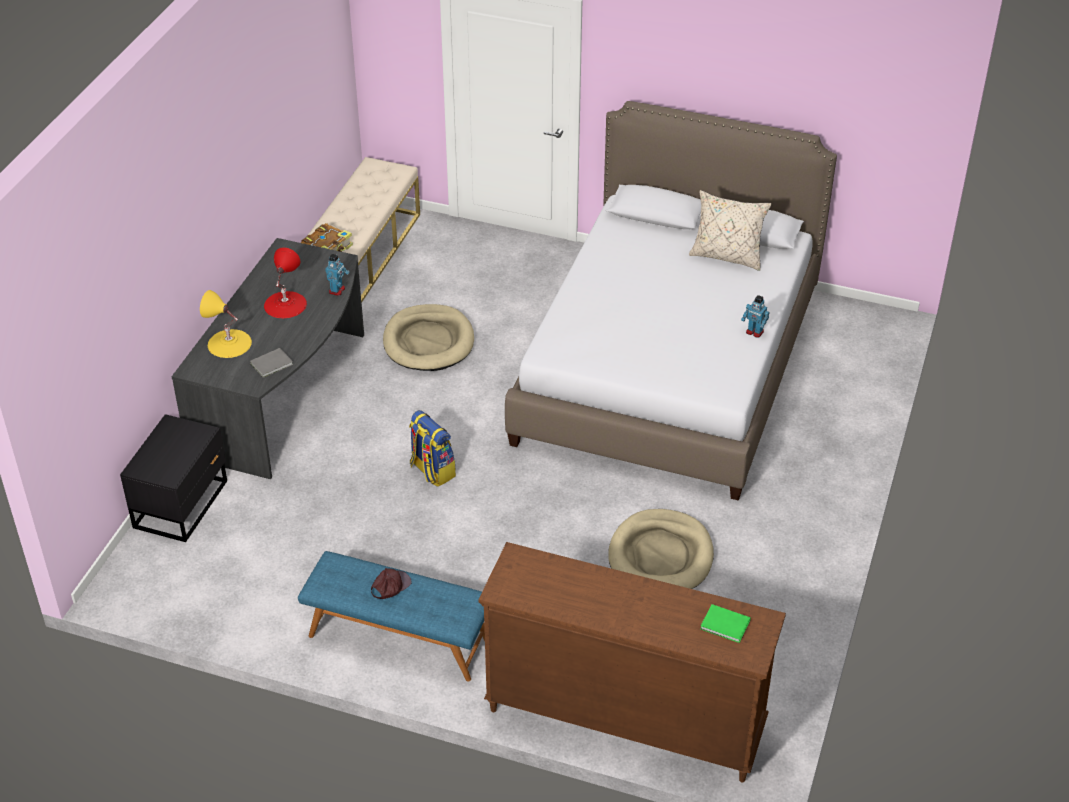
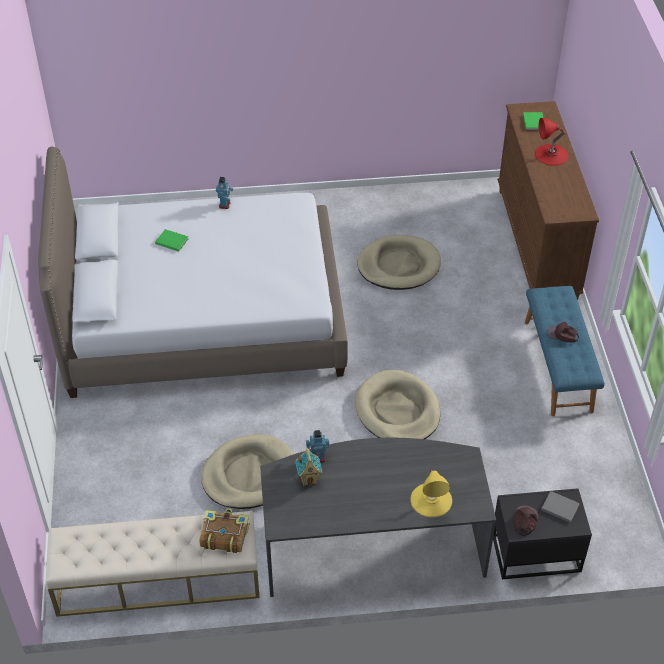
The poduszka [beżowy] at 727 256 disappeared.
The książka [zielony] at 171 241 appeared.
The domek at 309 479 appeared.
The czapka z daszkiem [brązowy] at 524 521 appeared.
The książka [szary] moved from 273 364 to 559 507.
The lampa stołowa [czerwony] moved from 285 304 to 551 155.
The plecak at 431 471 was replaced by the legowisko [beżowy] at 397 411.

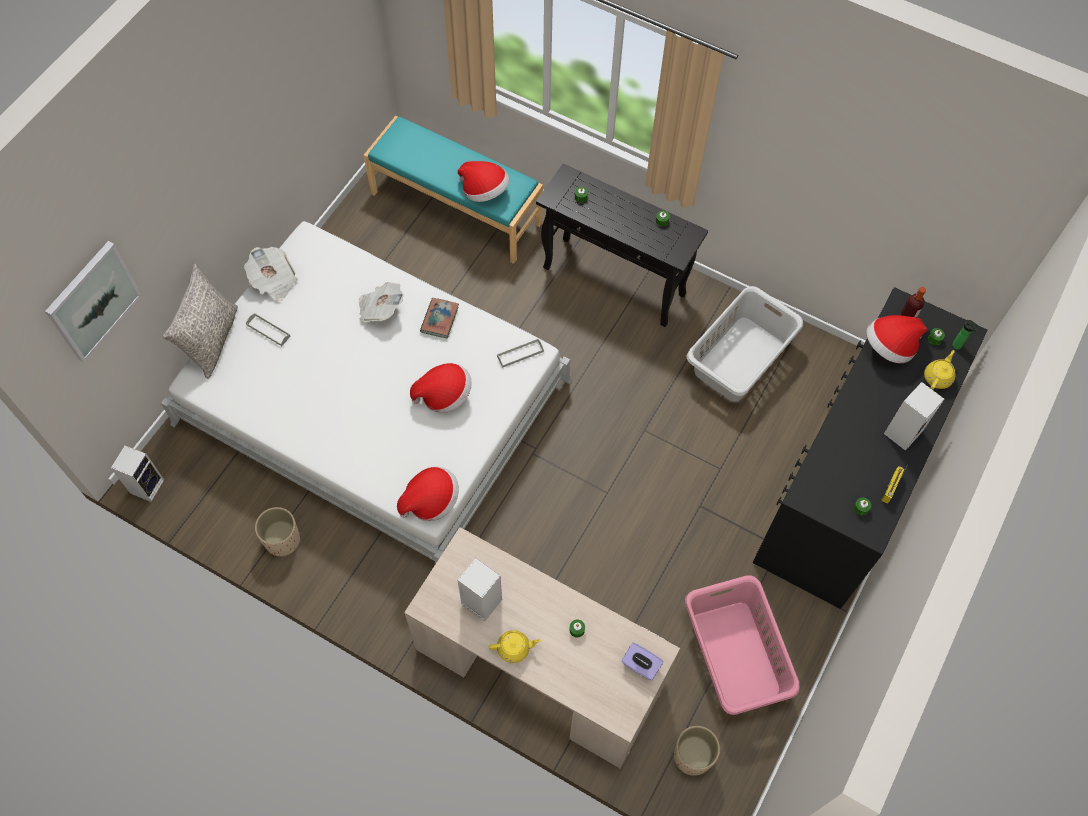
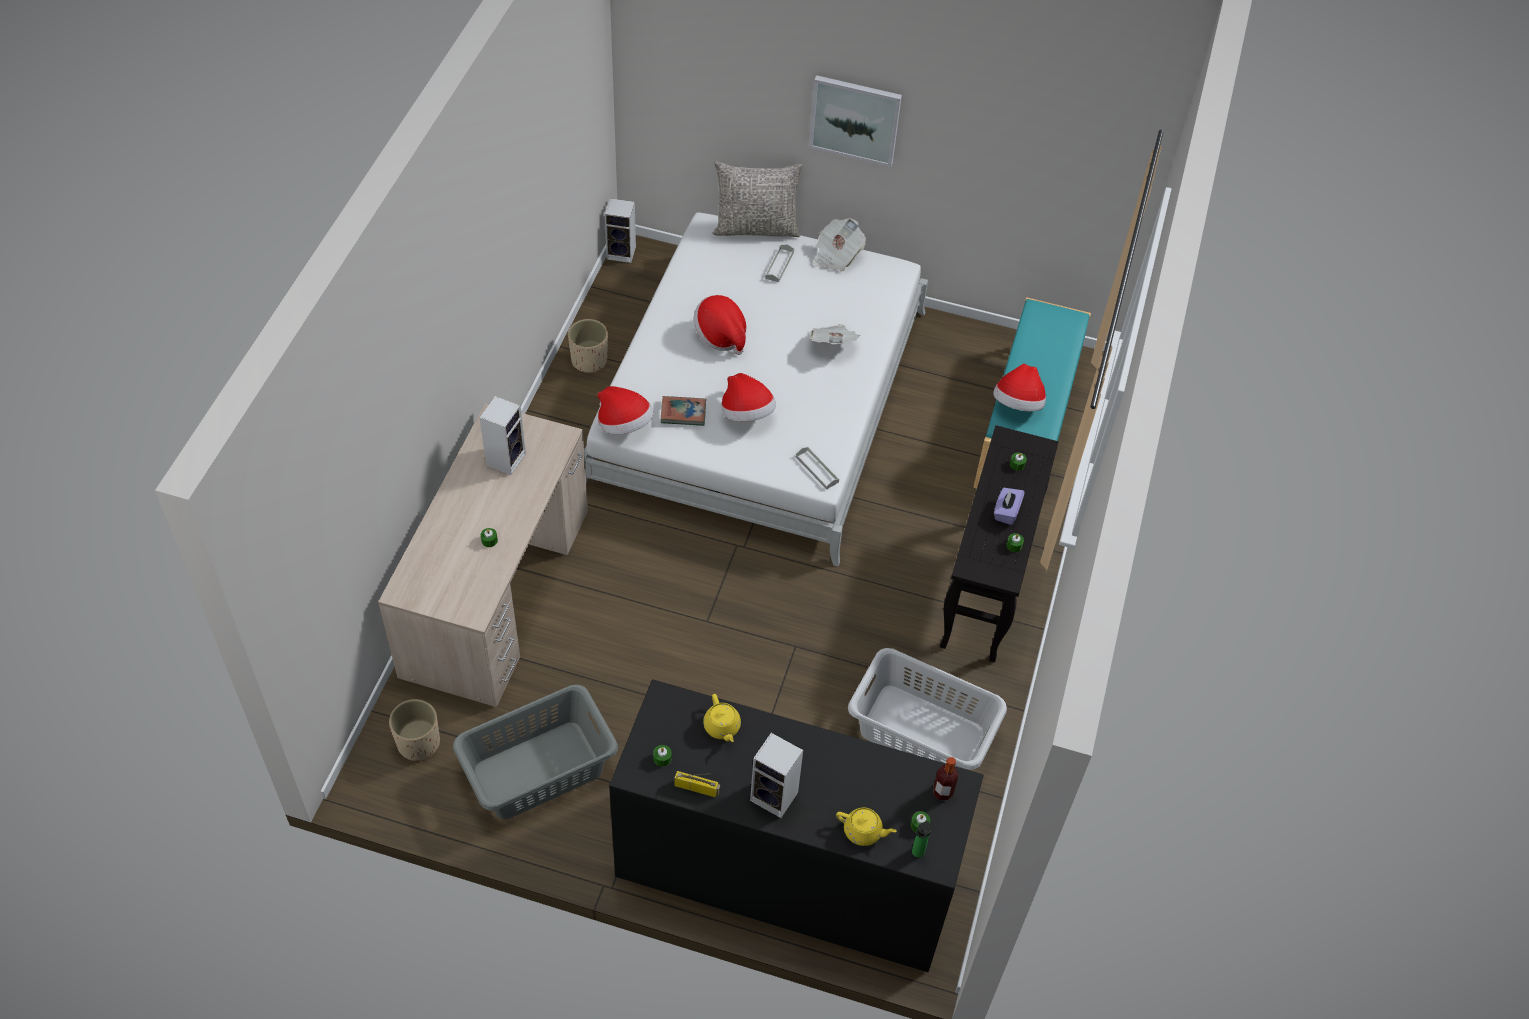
The obraz moved from 93 301 to 855 119.
The książka moved from 439 319 to 683 413.
The imbryk [żółty] moved from 514 648 to 722 727.
The pudełko chusteczek [fioletowy] moved from 640 665 to 1006 512.
The kapelusz moved from 889 347 to 721 335.
The kosz na pranie [różowy] at 734 656 became the kosz na pranie [szary] at 537 770.

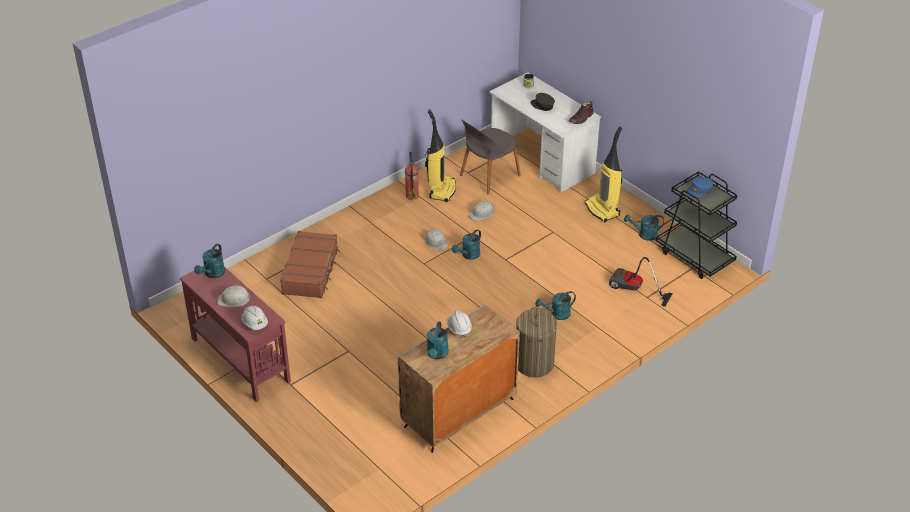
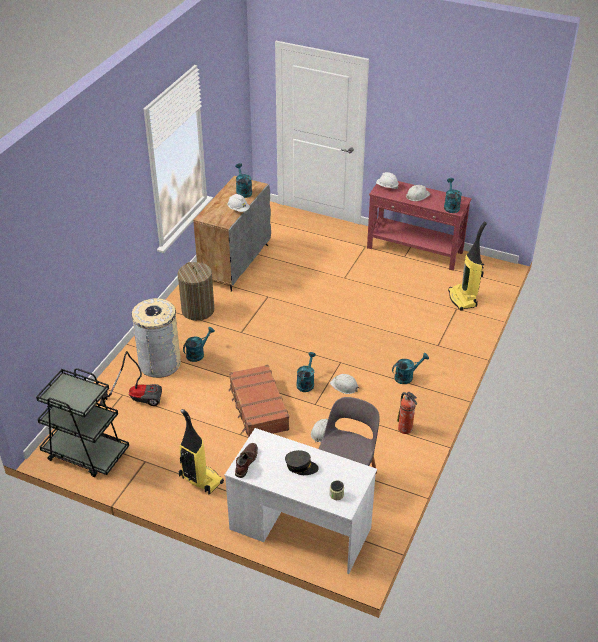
The czapka z daszkiem [niebieski] at 698 191 disappeared.
The kosz na śmieci [beżowy] at 160 363 appeared.
The walizka [brązowy] moved from 311 271 to 258 408.
The odkurzacz moved from 441 190 to 463 299.
The konewka [turkusowy] moved from 644 235 to 407 376.

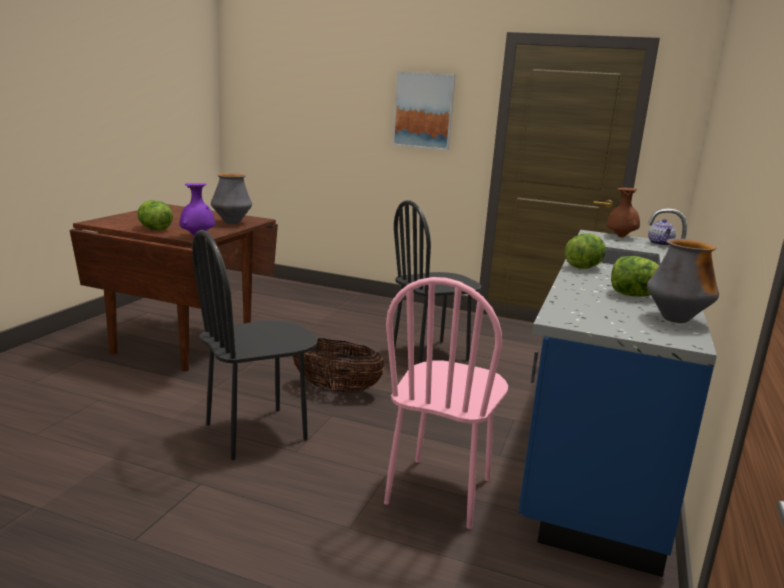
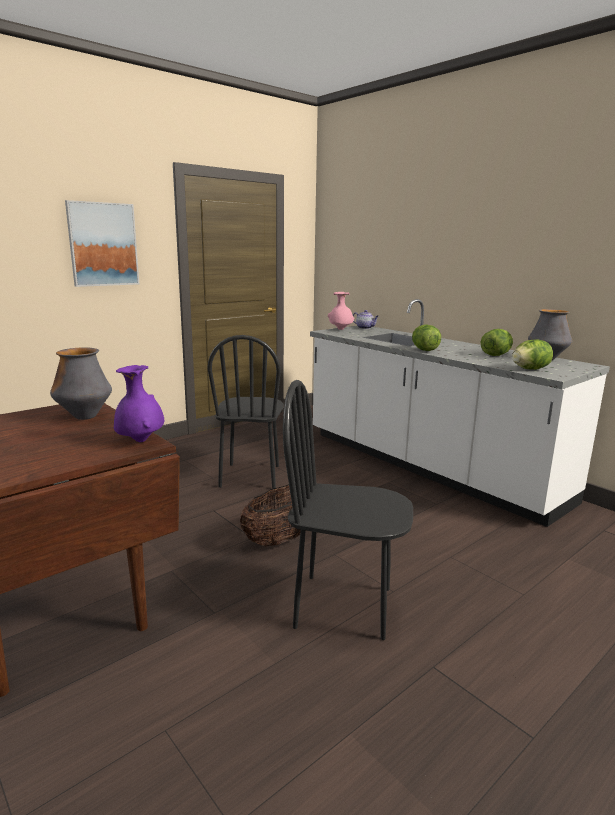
The krzesło [różowy] at 440 491 disappeared.
The sałata moved from 154 229 to 530 369.
The zabudowa kuchenna [niebieski] at 597 437 became the zabudowa kuchenna [biały] at 427 466.
The wazon [brązowy] at 620 237 became the wazon [różowy] at 340 329.
The krzesło [czarny] at 256 432 turned 105 degrees clockwise.

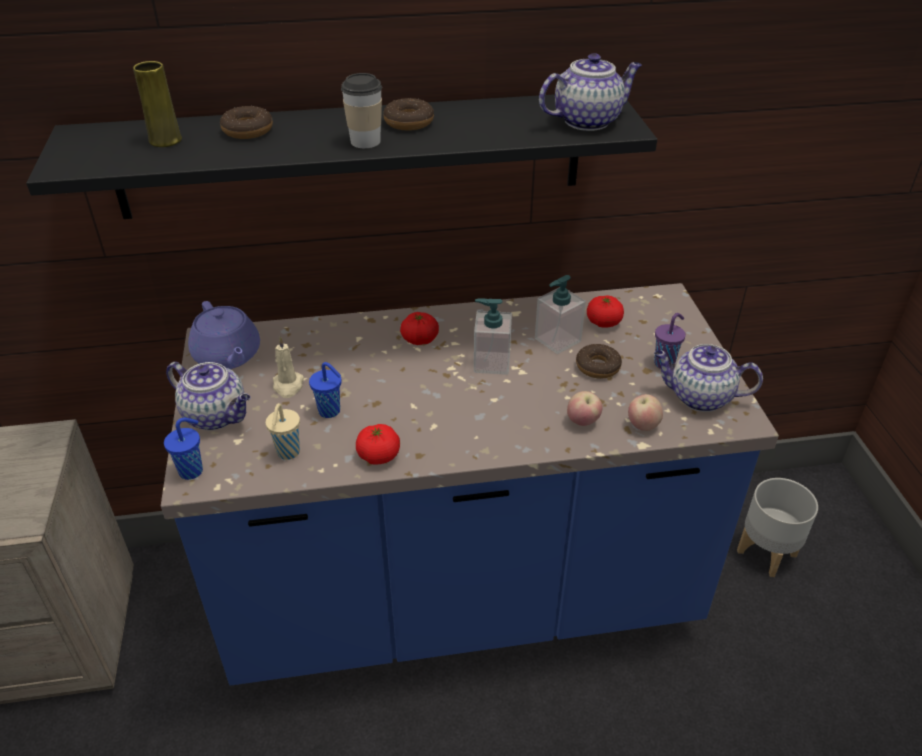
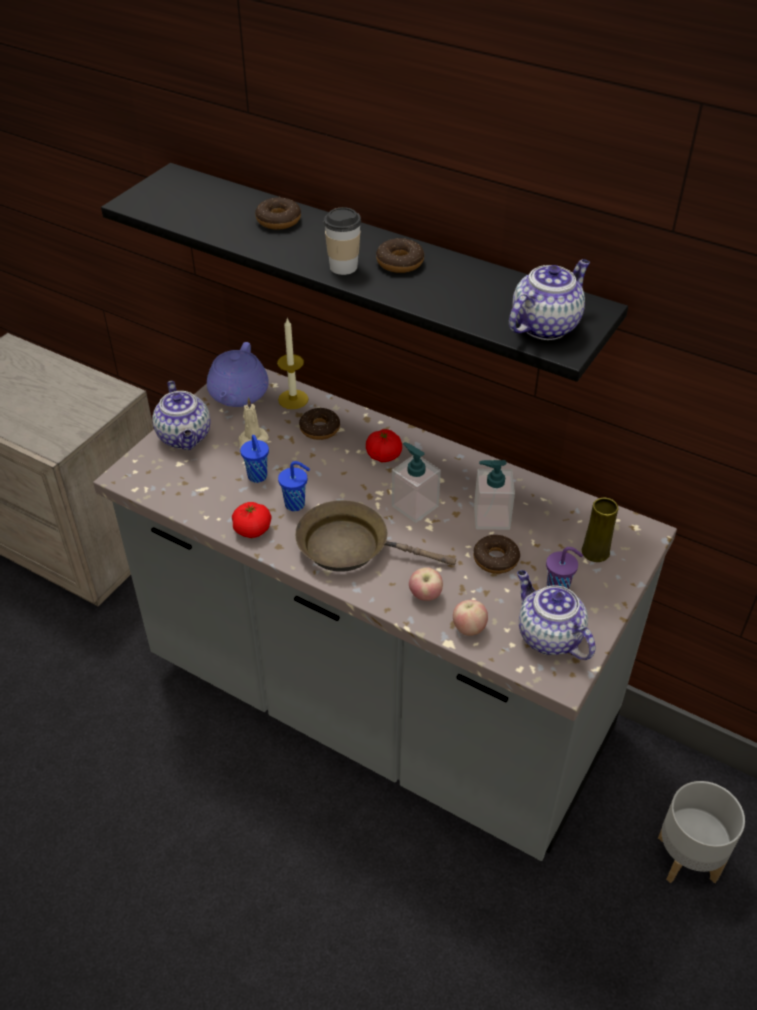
The filiżanka [beżowy] at 287 453 disappeared.
The pomidor at 603 322 disappeared.
The świeca at 293 399 appeared.
The patelnia [brązowy] at 351 547 appeared.
The donut at 320 429 appeared.
The wazon [żółty] moved from 165 140 to 595 552.
The filiżanka [niebieski] moved from 192 470 to 296 504.
The zabudowa kuchenna [niebieski] at 461 594 became the zabudowa kuchenna [szary] at 378 702.
The imbryk at 588 121 turned 60 degrees counterclockwise.

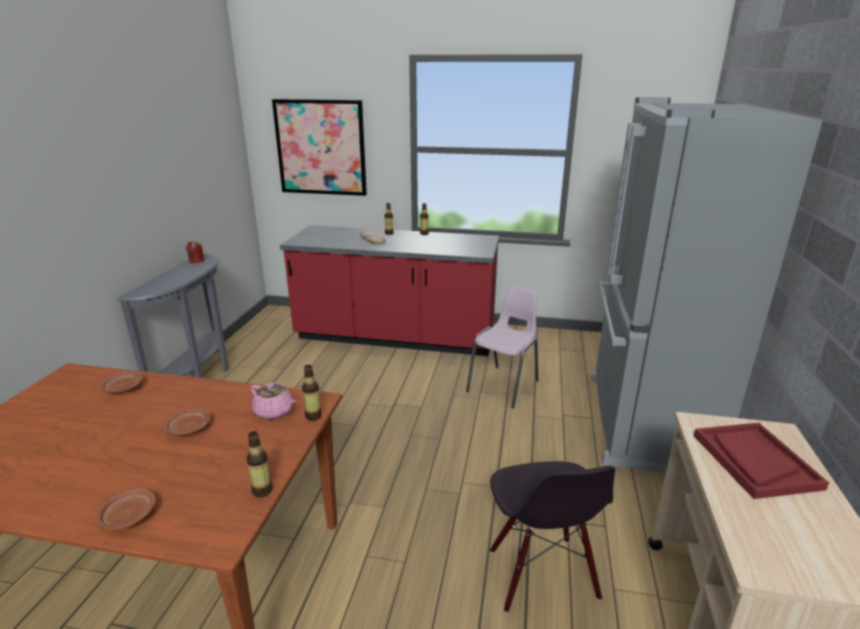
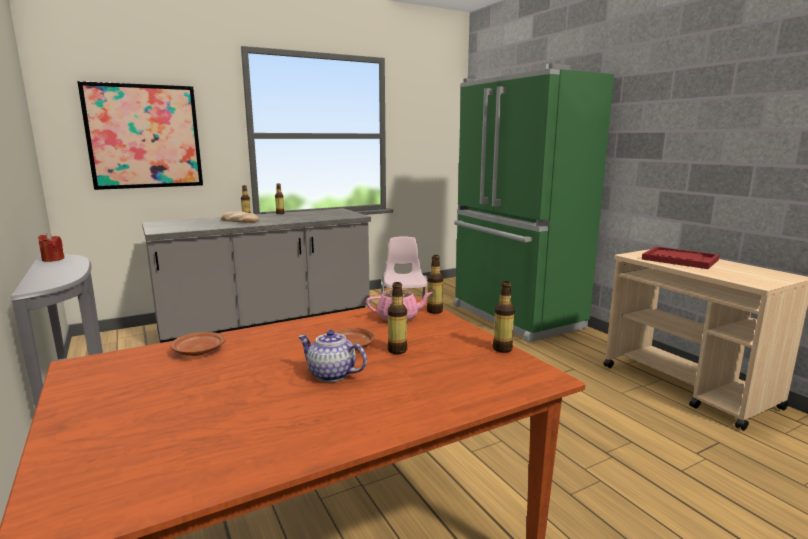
The talerz [brązowy] at 129 516 disappeared.
The krzesło [czarny] at 541 574 disappeared.
The imbryk at 331 374 appeared.
The butelka at 397 350 appeared.
The zabudowa kuchenna [czerwony] at 395 338 became the zabudowa kuchenna [szary] at 268 323.
The lodówka [szary] at 643 423 became the lodówka [zielony] at 515 317.

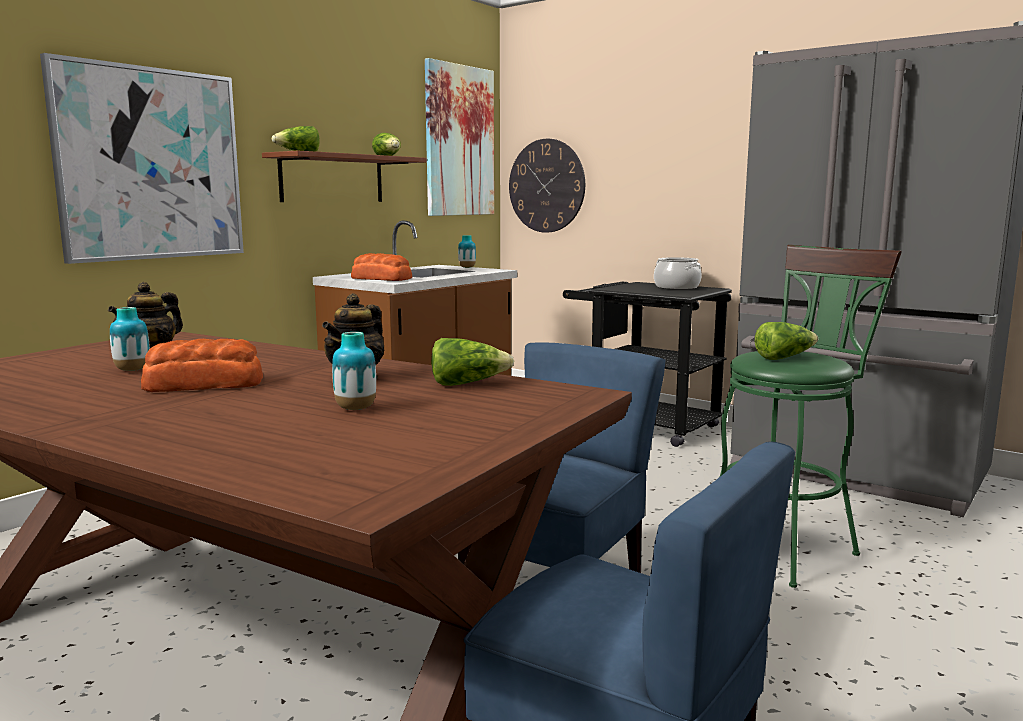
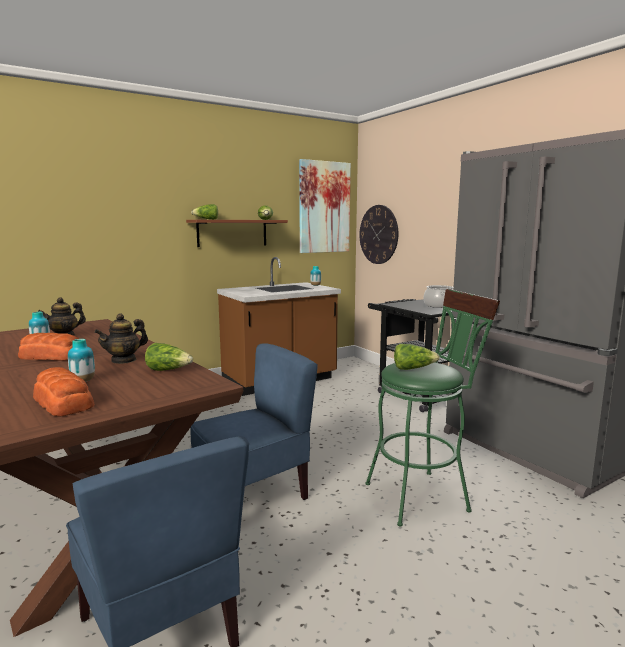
The obraz at 151 164 disappeared.
The chleb moved from 381 279 to 63 402.

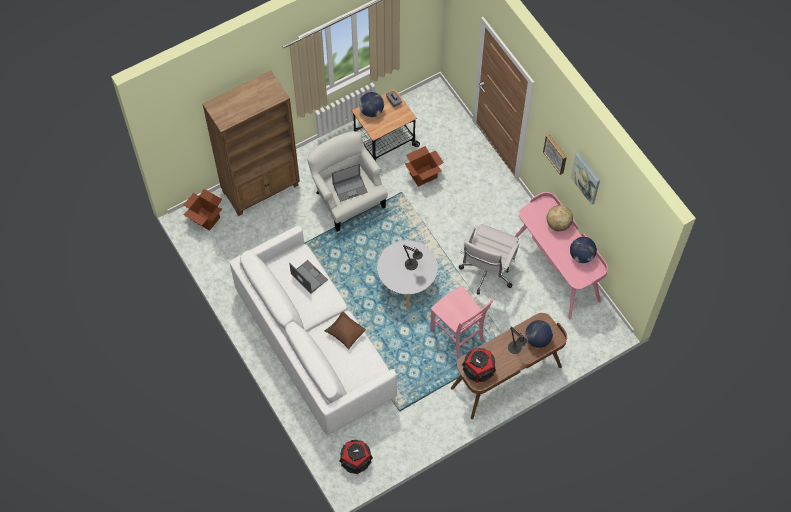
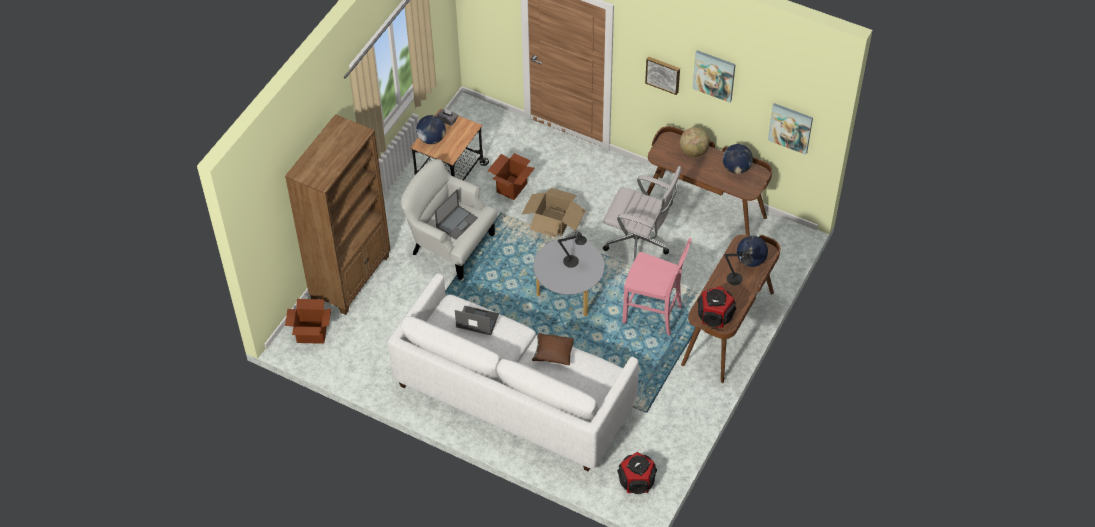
The karton at 554 221 appeared.
The obraz at 790 127 appeared.
The biurko [różowy] at 556 270 became the biurko [brązowy] at 704 210.
The krzesło biurowe [biały] at 486 273 turned 60 degrees counterclockwise.

